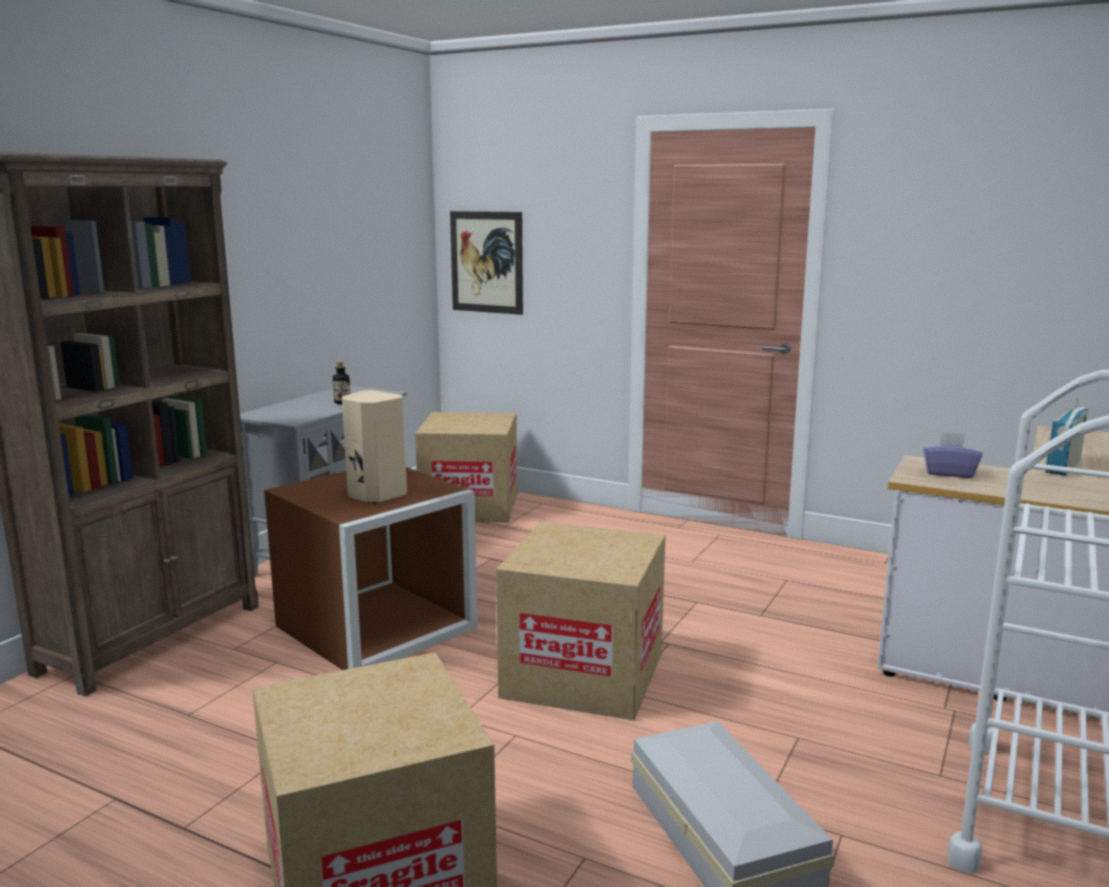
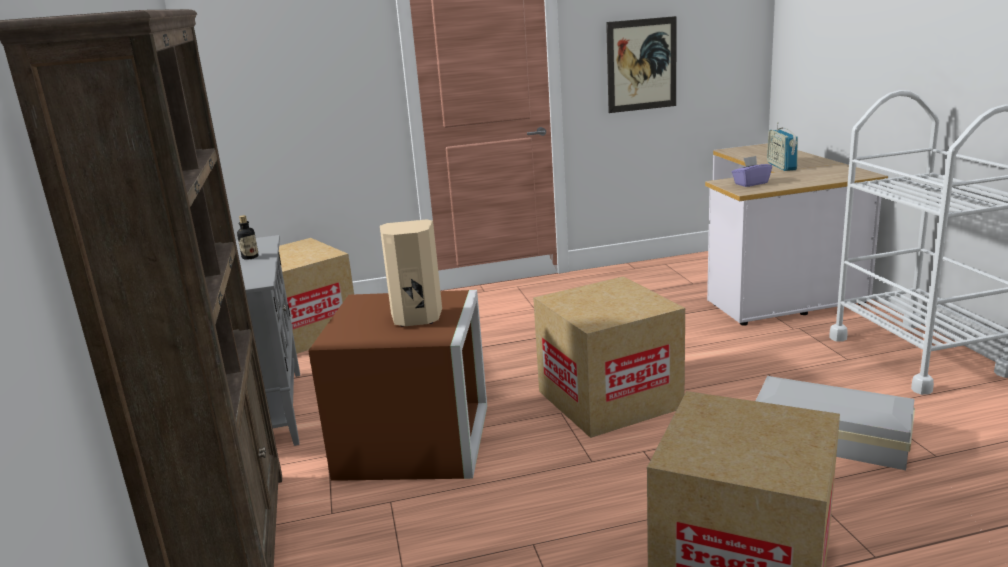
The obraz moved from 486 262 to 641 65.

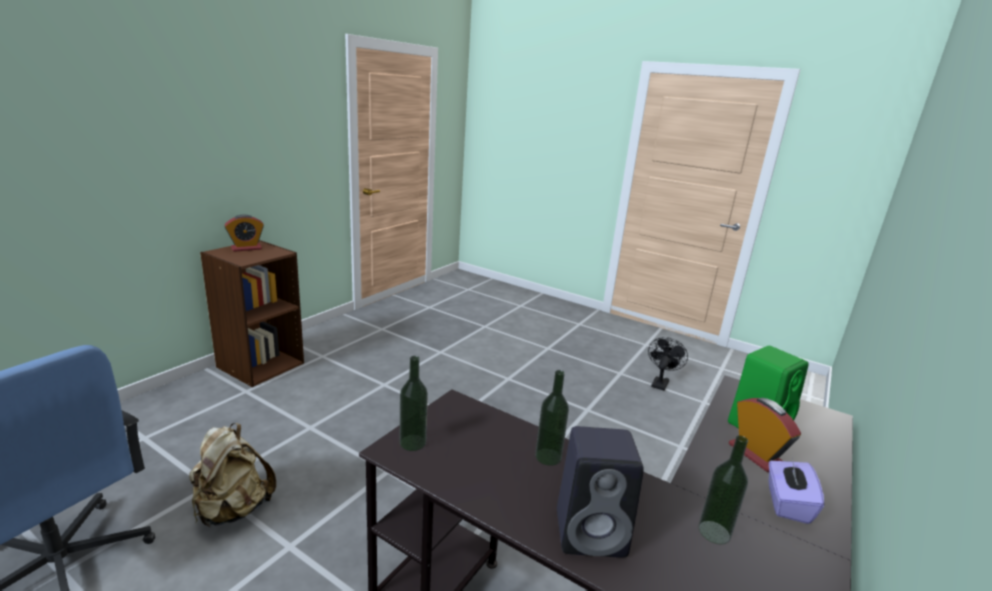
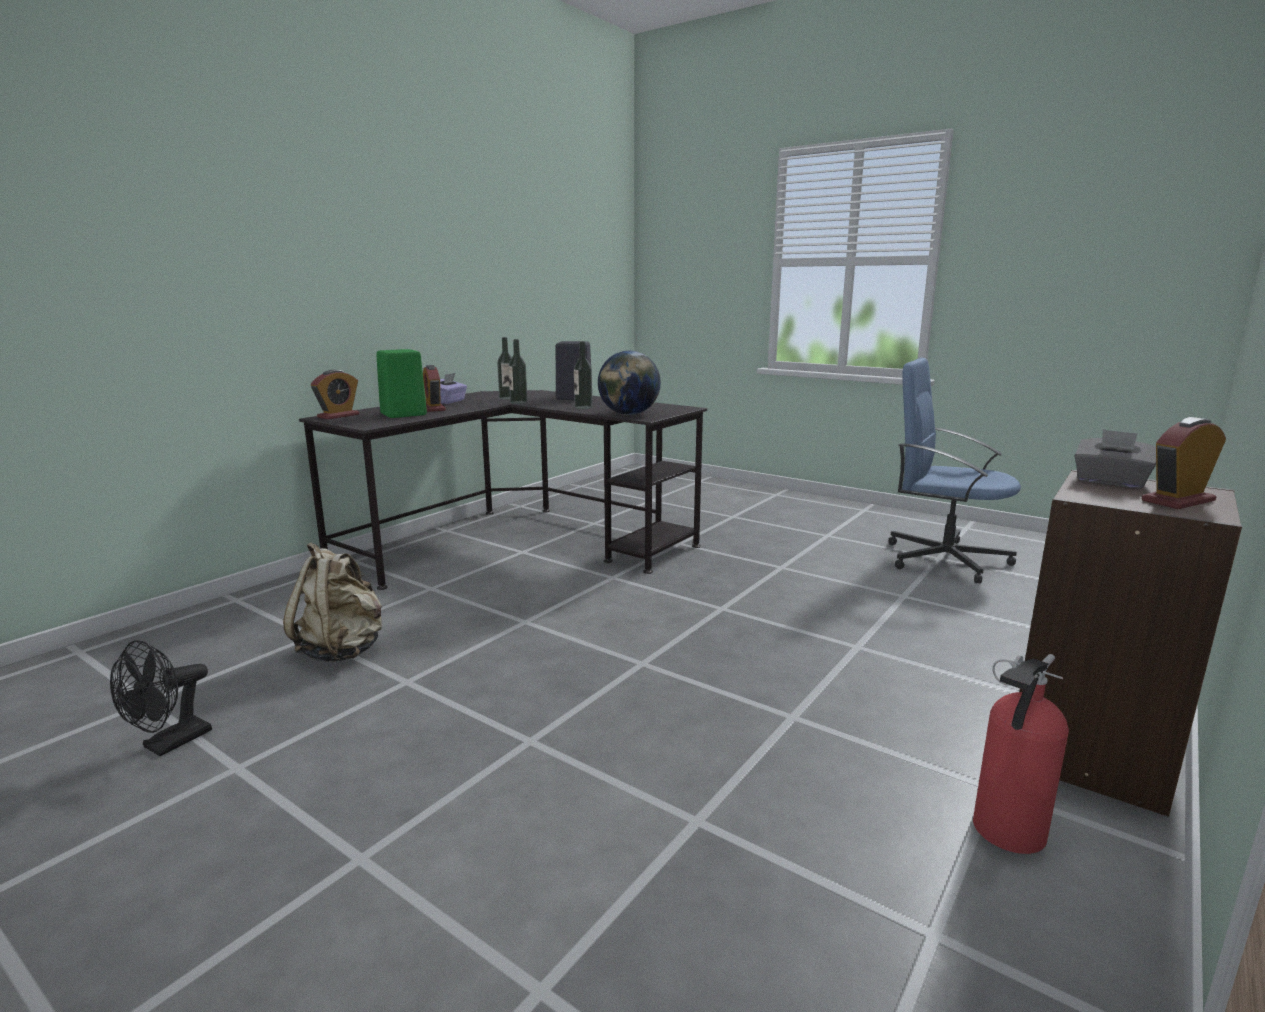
The budzik at 338 416 appeared.
The globus at 629 414 appeared.
The gaśnica at 1005 833 appeared.
The pudełko chusteczek [szary] at 1110 482 appeared.
The plecak [beżowy] moved from 233 509 to 342 650.
The butelka moved from 412 442 to 518 402.

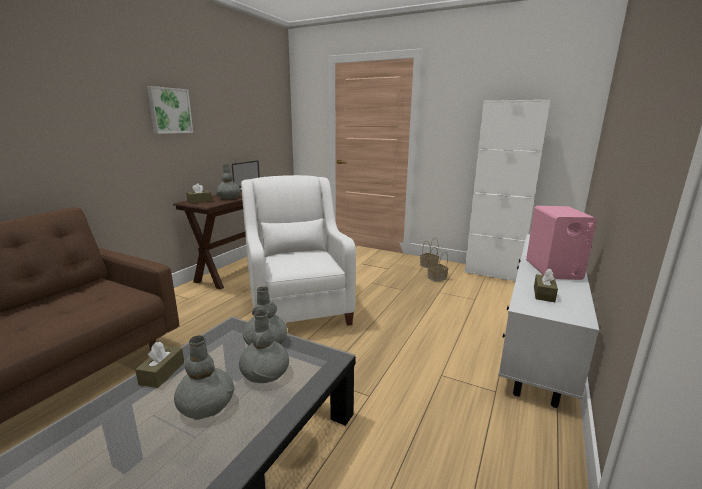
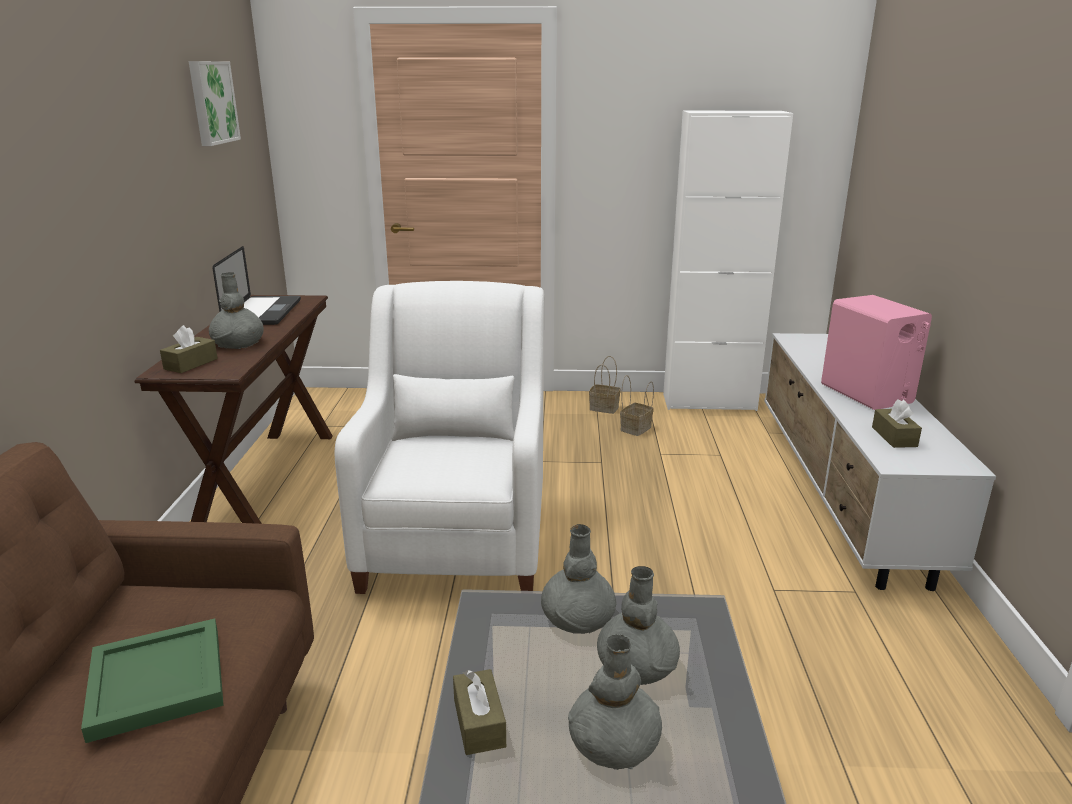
The taca [zielony] at 159 682 appeared.
The obraz moved from 169 111 to 211 102.
The fotel [biały] at 298 307 turned 45 degrees clockwise.

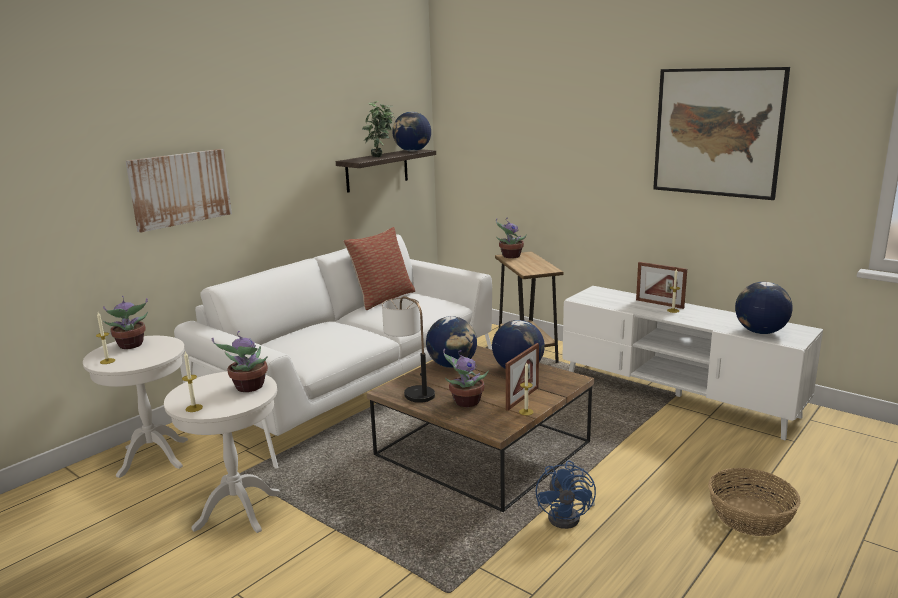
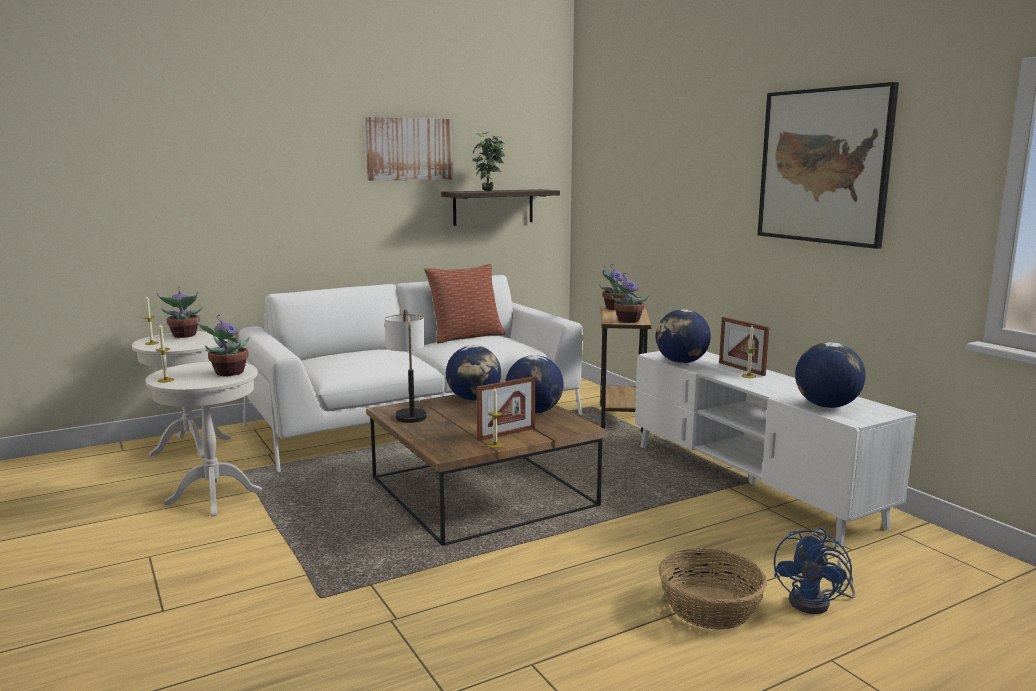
The obraz moved from 180 188 to 409 149.
The globus moved from 412 151 to 681 362.
The roślina doniczkowa moved from 465 402 to 627 320.
The wentylator [niebieski] moved from 569 517 to 817 602.

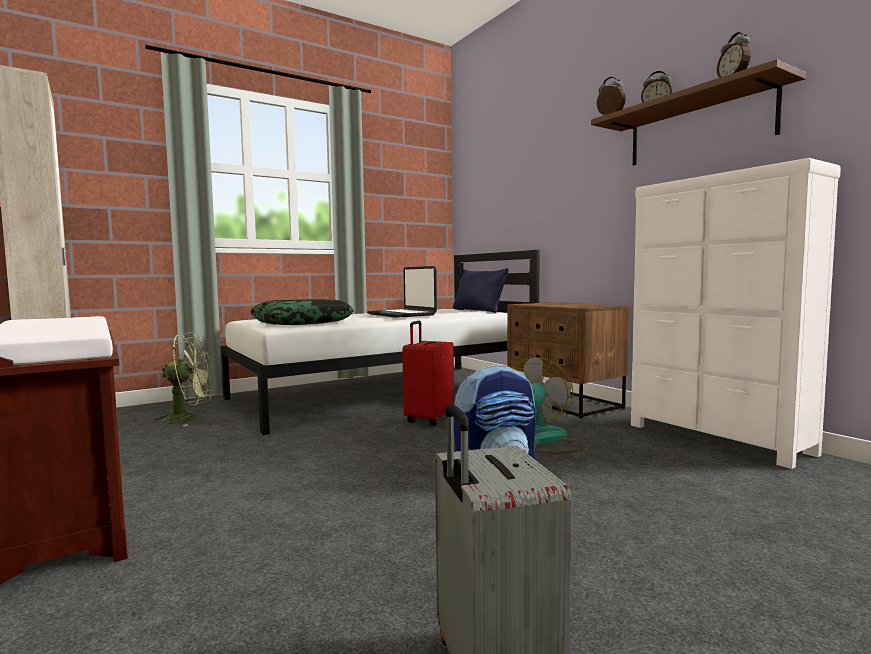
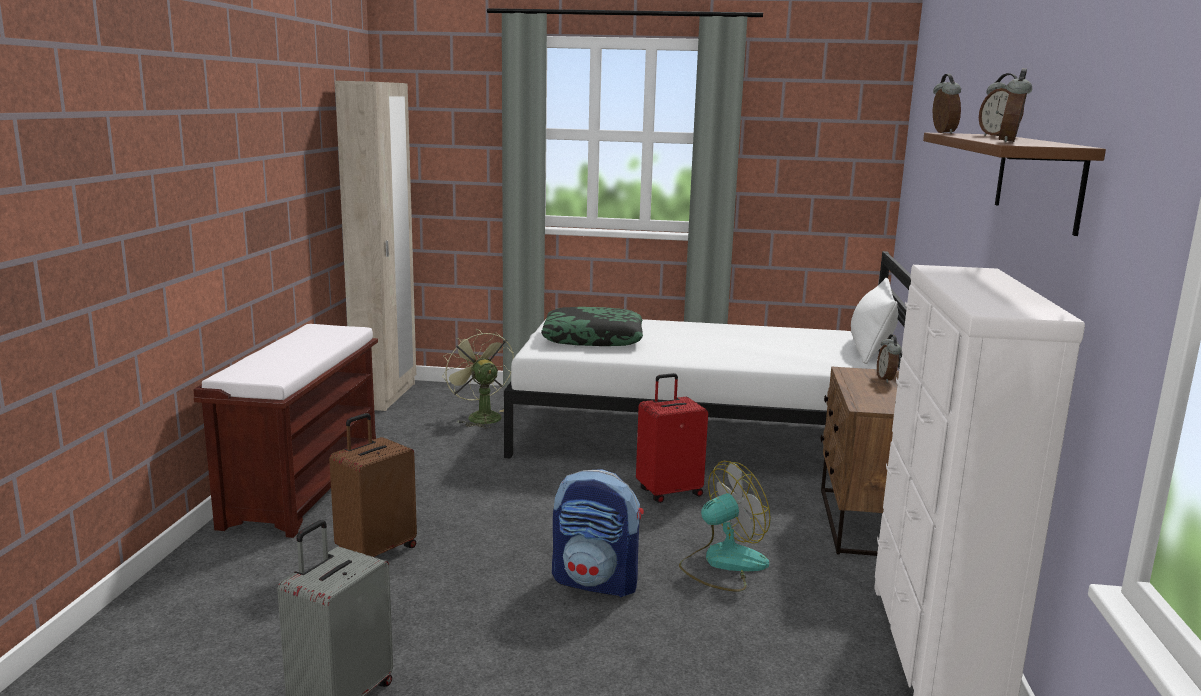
The laptop at 402 314 disappeared.
The walizka [brązowy] at 376 551 appeared.
The budzik at 886 379 appeared.
The poduszka [niebieski] at 477 310 became the poduszka [biały] at 870 348.
The wentylator [zielony] at 188 419 turned 150 degrees counterclockwise.

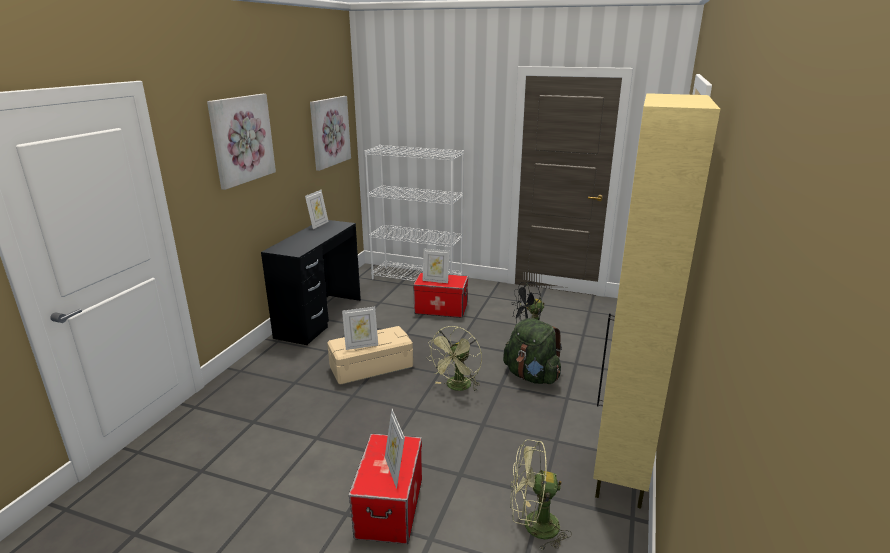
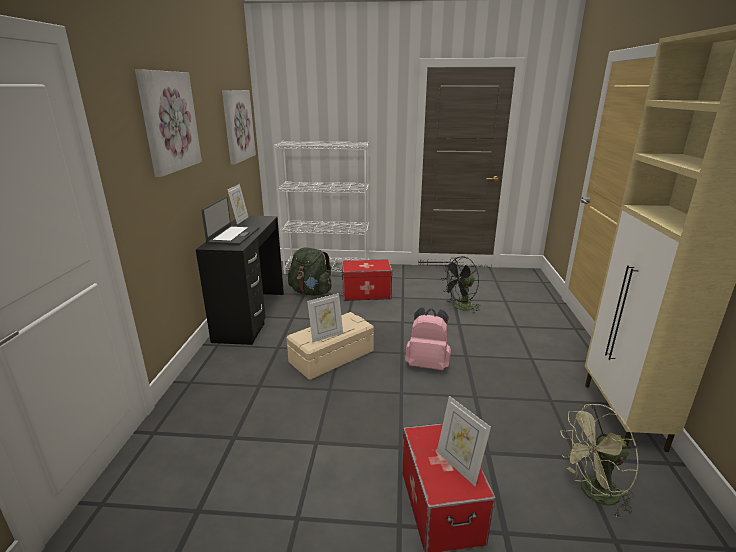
The ramka na zdjęcie at 435 280 disappeared.
The laptop at 233 235 appeared.
The plecak [zielony] moved from 531 376 to 311 292.
The wentylator [zielony] at 457 387 was replaced by the plecak [różowy] at 427 364.

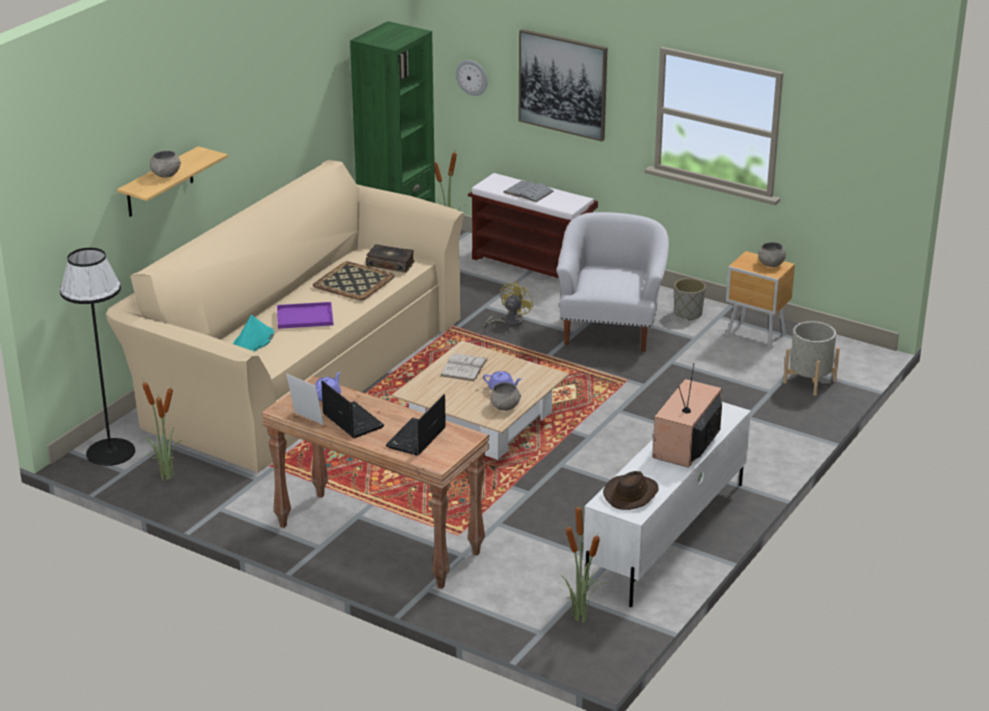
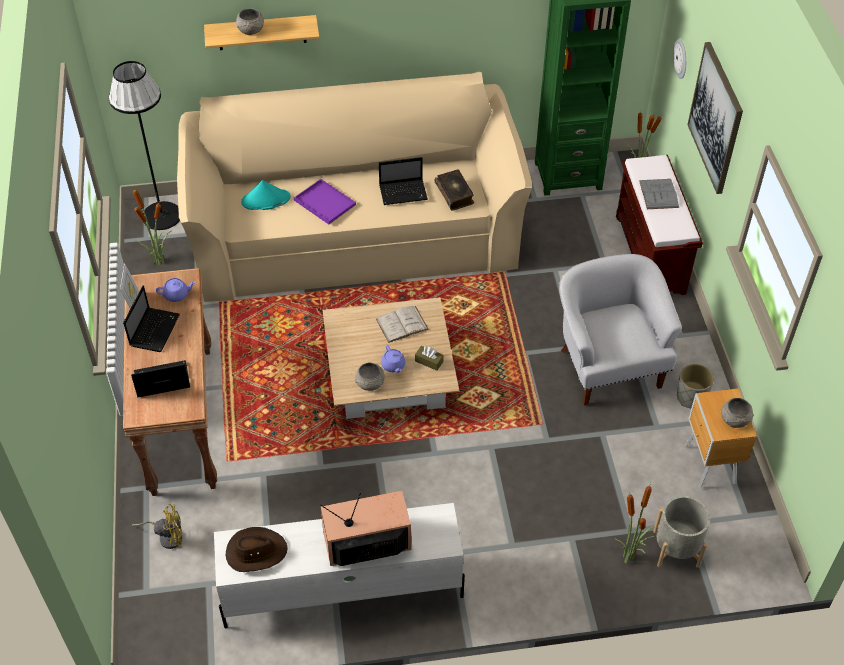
The pudełko chusteczek [brązowy] at 429 361 appeared.
The wentylator [żółty] moved from 509 322 to 167 536.
The roślina doniczkowa moved from 580 617 to 629 556.
The taca at 353 281 was replaced by the laptop at 404 192.
The fotel [biały] at 610 329 turned 75 degrees counterclockwise.

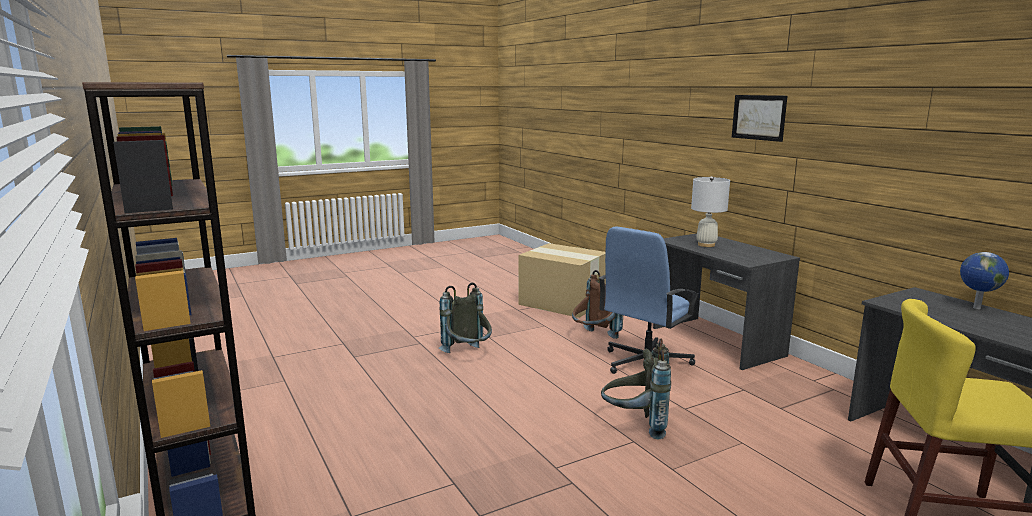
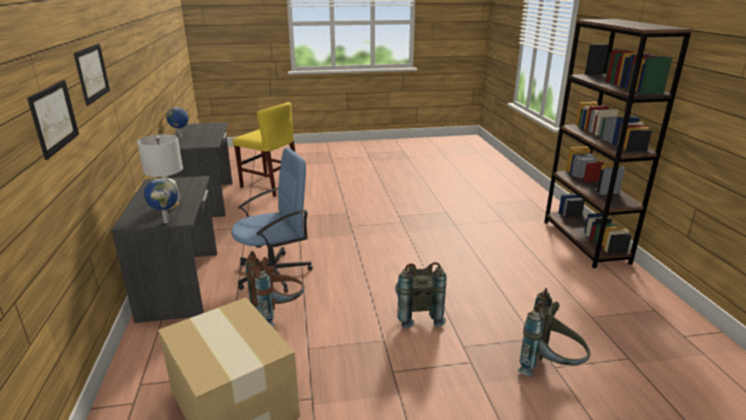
The obraz at 54 118 appeared.
The globus at 166 221 appeared.
The plecak [szary] moved from 635 425 to 549 368.

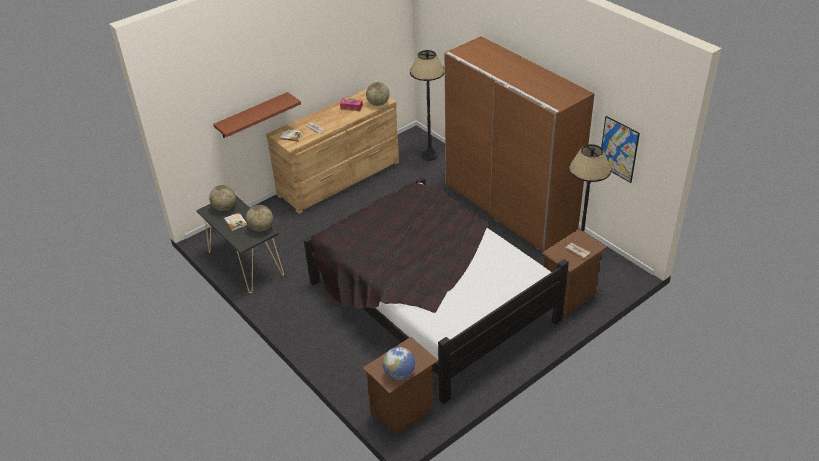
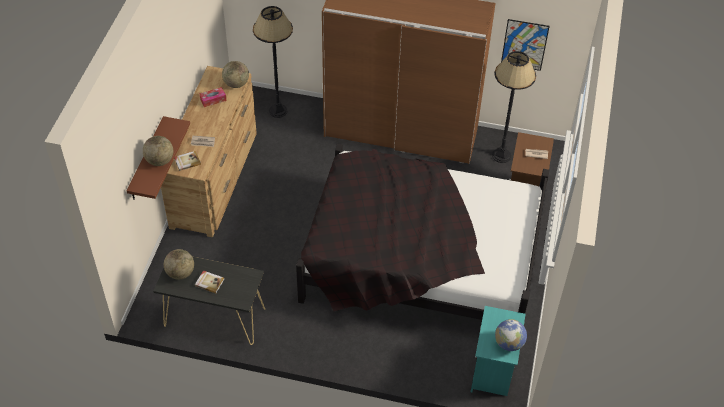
The globus moved from 261 228 to 160 161.
The szafka nocna [brązowy] at 403 411 became the szafka nocna [turkusowy] at 493 373.

